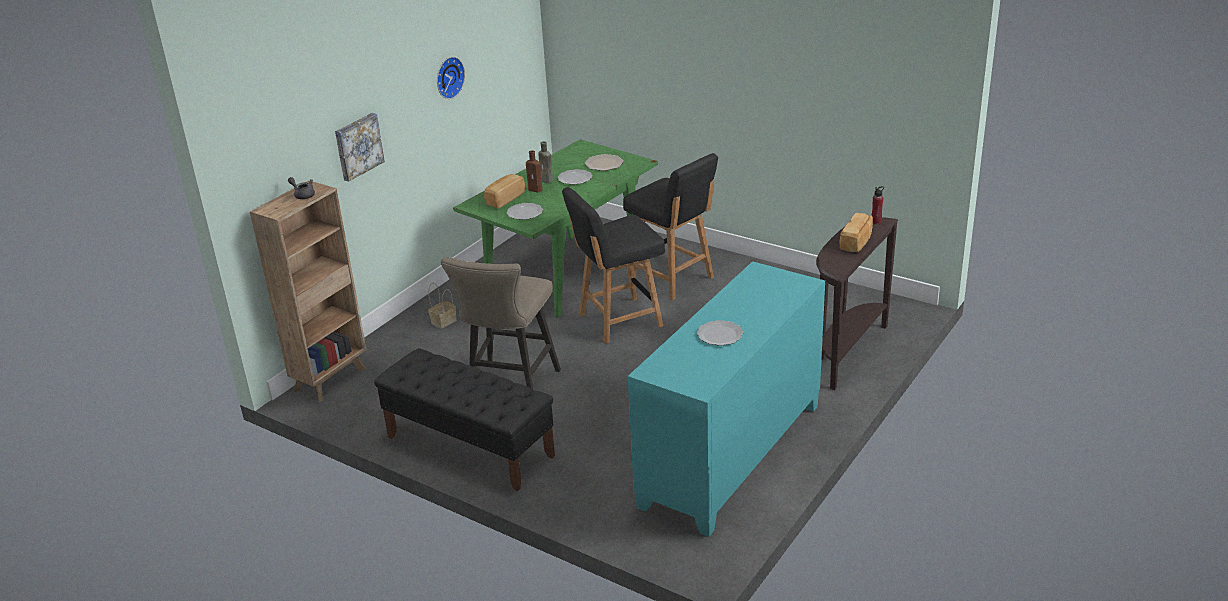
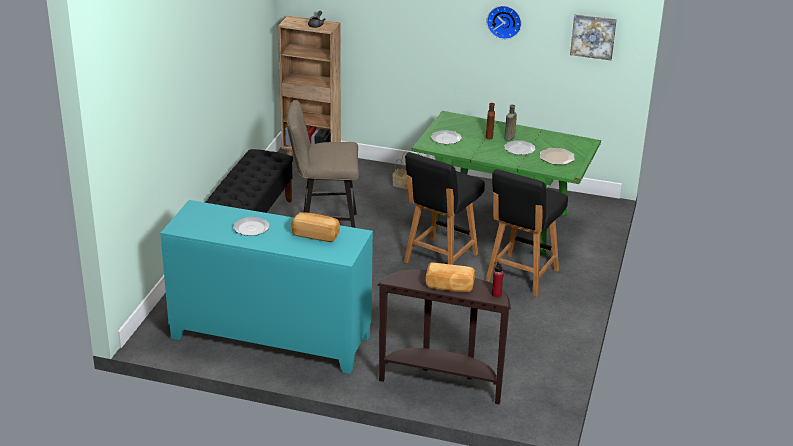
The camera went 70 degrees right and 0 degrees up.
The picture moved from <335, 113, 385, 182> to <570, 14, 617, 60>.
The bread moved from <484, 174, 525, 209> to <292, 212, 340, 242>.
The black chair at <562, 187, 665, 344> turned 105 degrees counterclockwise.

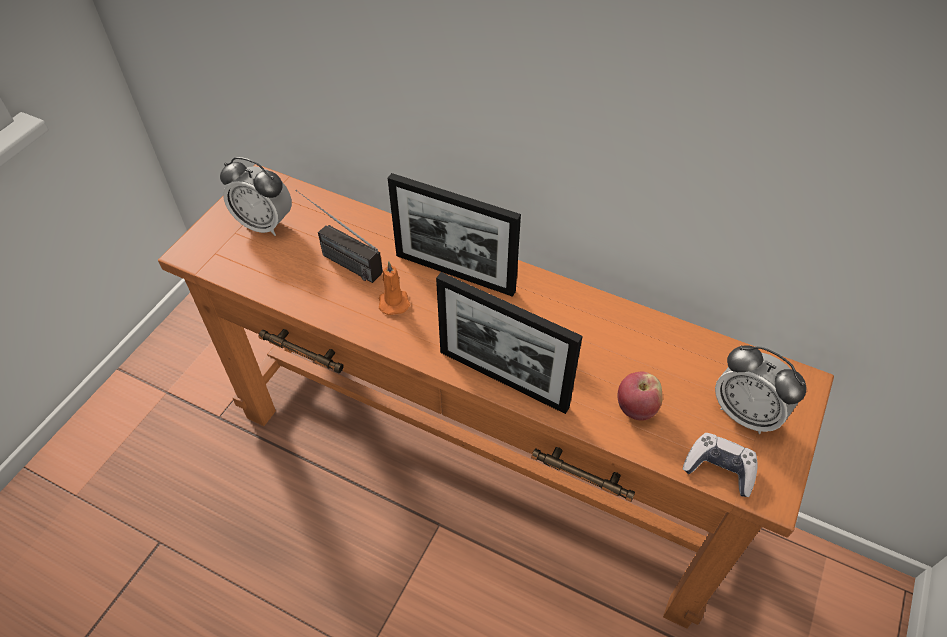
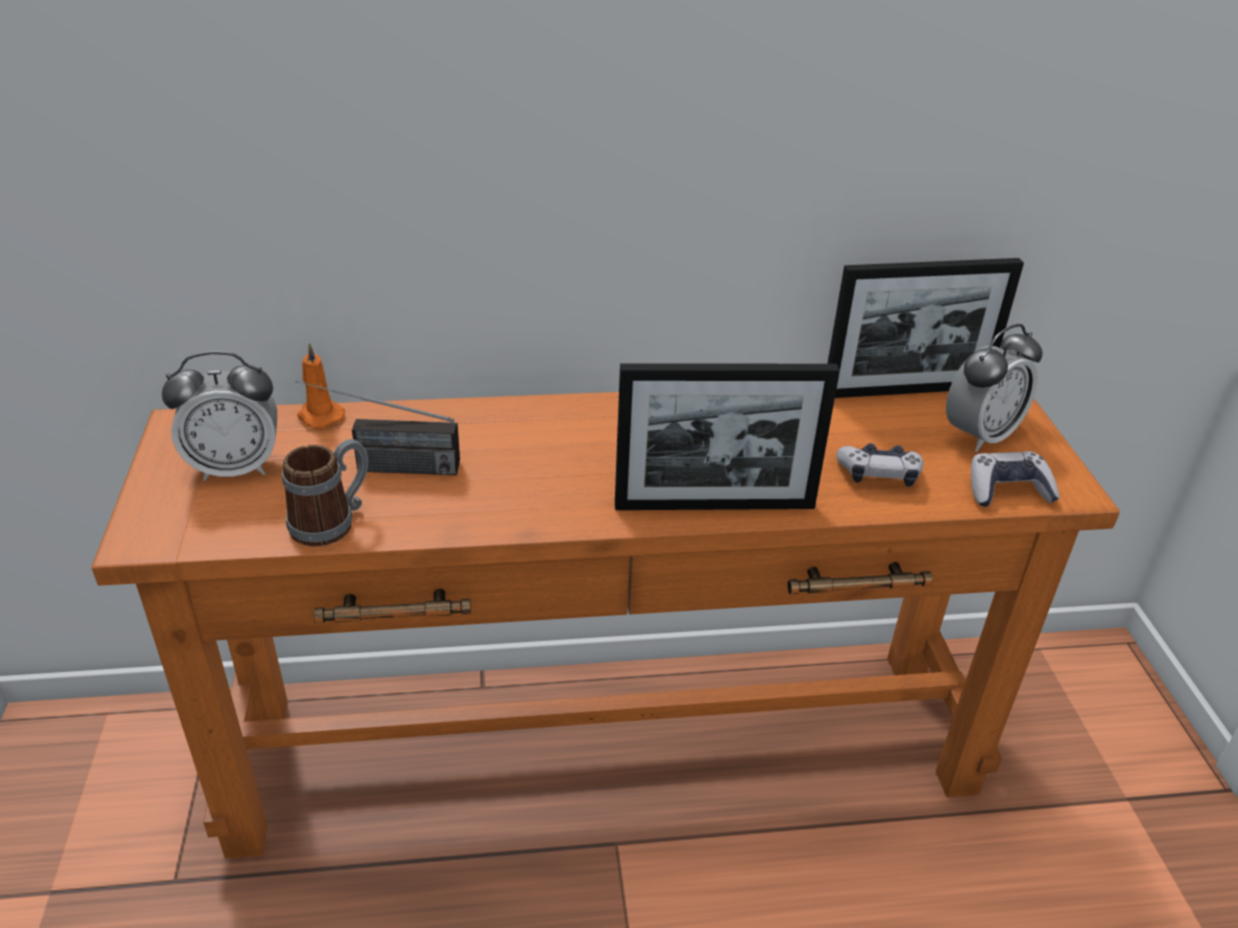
The camera went 35 degrees left and 15 degrees down.
The picture frame moved from <388, 173, 521, 297> to <827, 258, 1024, 398>.
The orange candle moved from <379, 261, 410, 315> to <297, 343, 345, 428>.
The alarm clock at <715, 345, 806, 434> turned 45 degrees counterclockwise.
The apple at <618, 371, 663, 421> was replaced by the game controller at <837, 443, 923, 487>.
The mug at <282, 439, 368, 547> appeared.

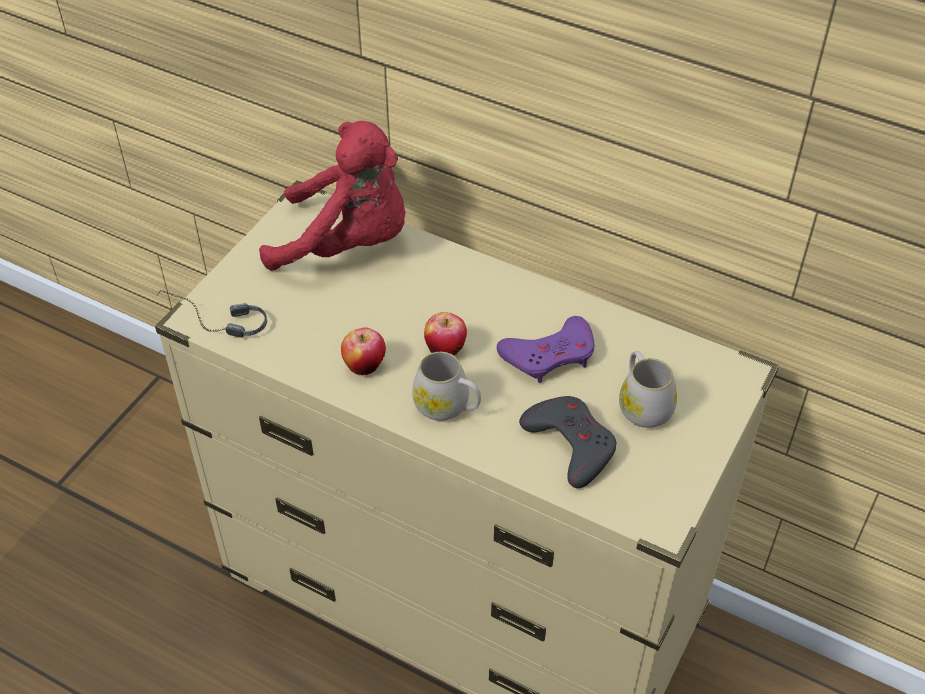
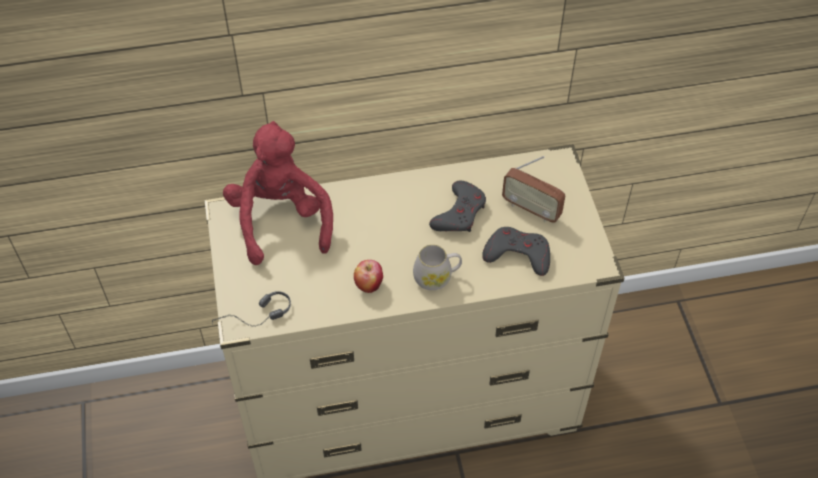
The camera went 40 degrees left and 5 degrees up.
The red plush toy at <259, 121, 406, 271> turned 75 degrees counterclockwise.
The apple at <424, 312, 467, 355> disappeared.
The purple game controller at <497, 316, 594, 383> became the grey game controller at <429, 181, 486, 232>.
The white mug at <619, 351, 677, 428> was replaced by the radio at <502, 156, 565, 223>.

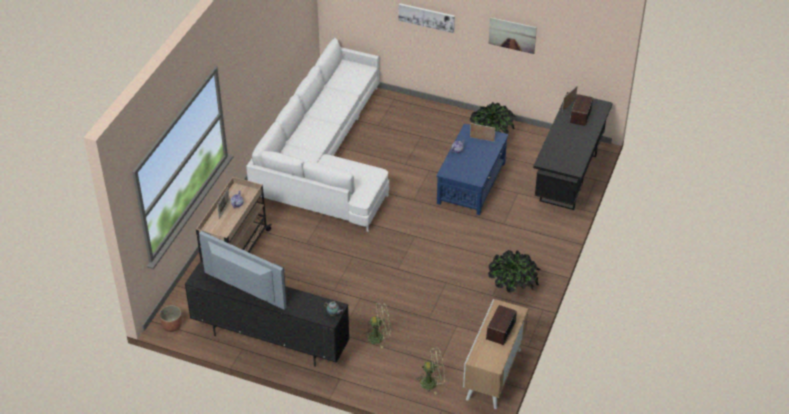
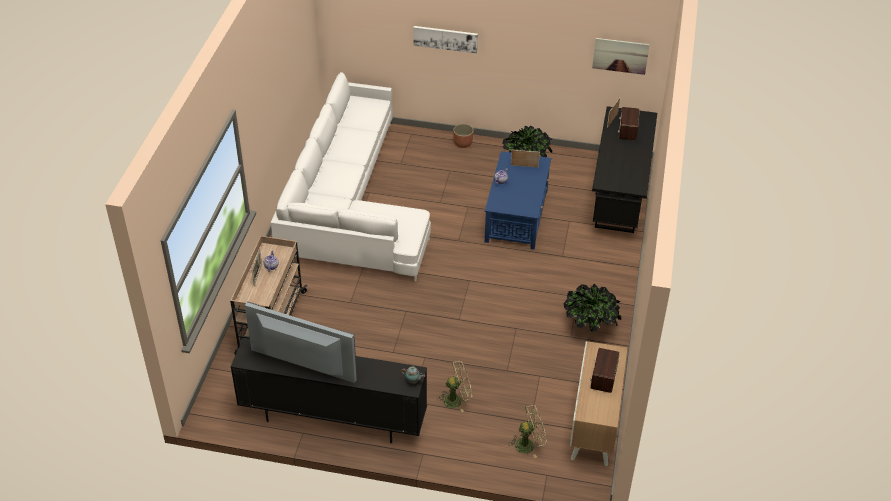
The camera went 10 degrees left and 0 degrees up.
The picture moved from <488, 17, 537, 54> to <592, 38, 650, 75>.
The planter moved from <159, 305, 182, 332> to <453, 124, 474, 148>.

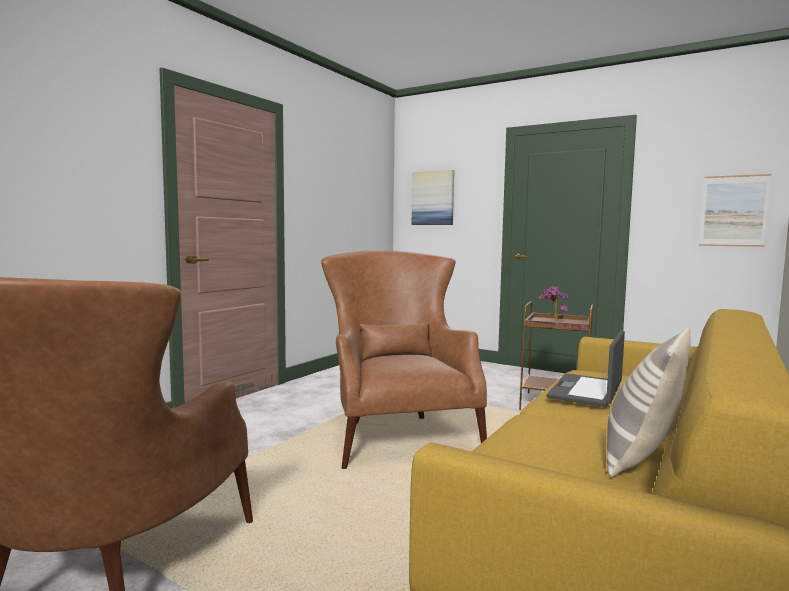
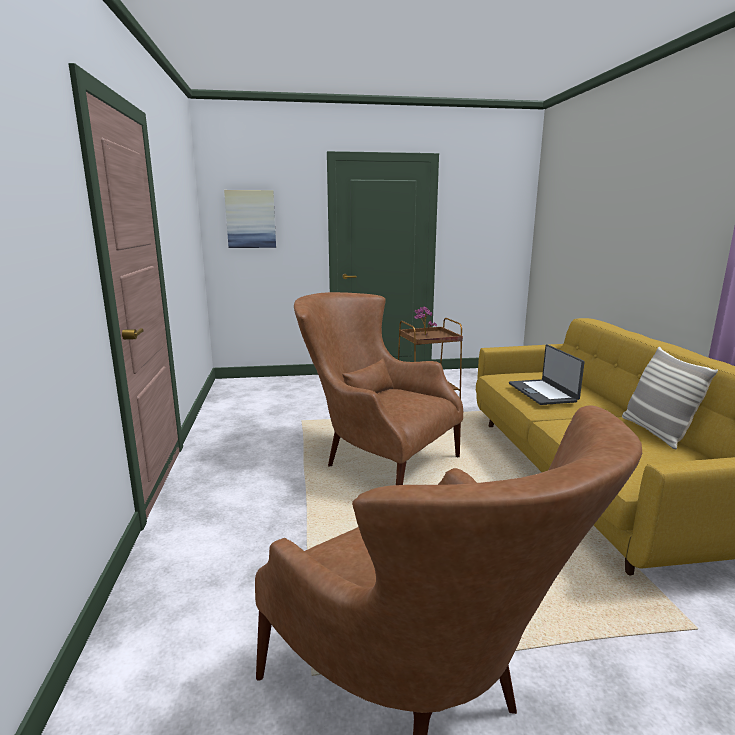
The camera went 40 degrees left and 10 degrees up.
The picture at <699, 174, 771, 247> disappeared.

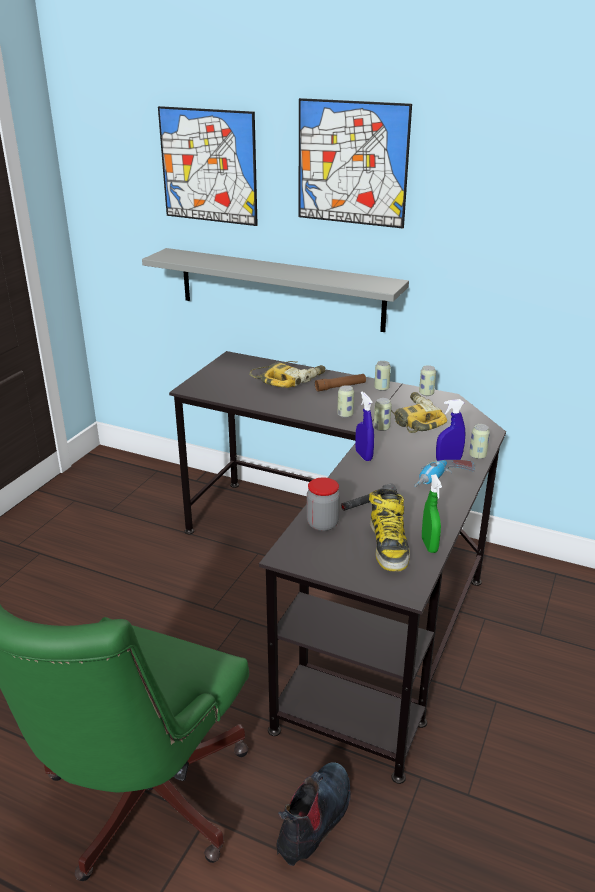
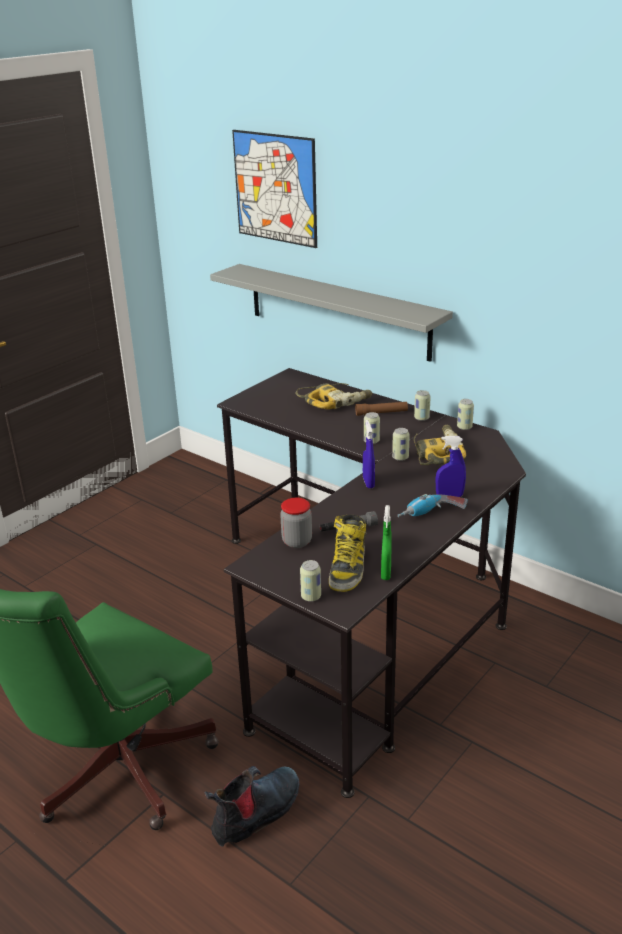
The camera went 15 degrees right and 0 degrees up.
The picture at <299, 98, 412, 228> disappeared.
The can moved from <469, 424, 490, 459> to <300, 560, 321, 602>.

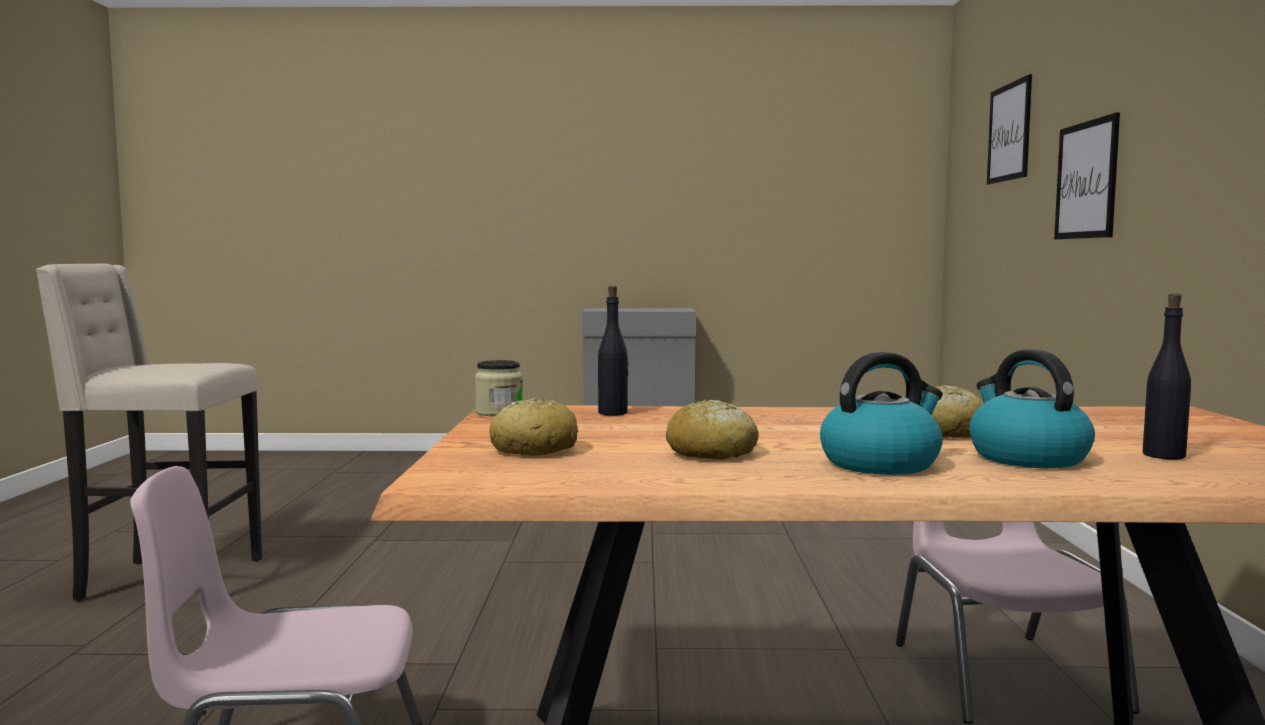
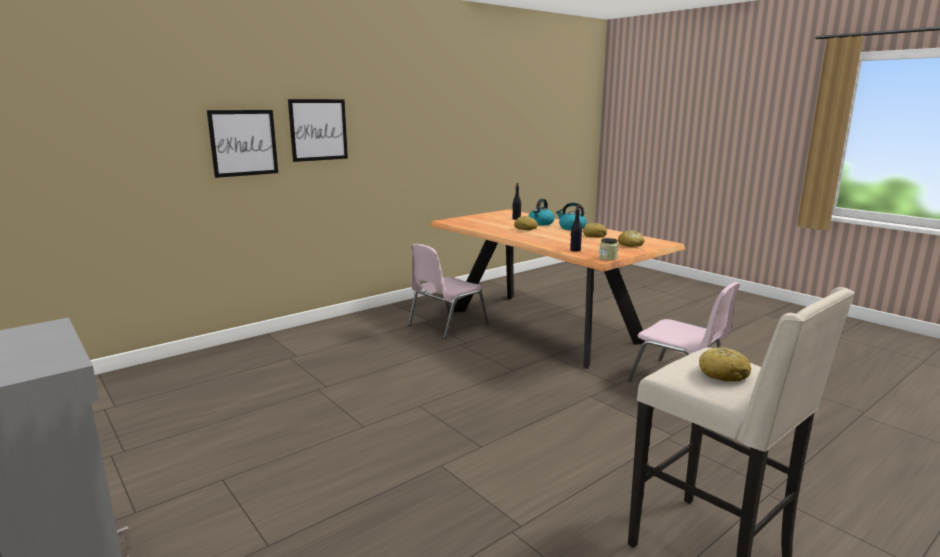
The camera went 130 degrees left and 10 degrees up.
The picture moved from <987, 74, 1032, 185> to <288, 99, 348, 162>.
The bread at <699, 346, 751, 382> appeared.

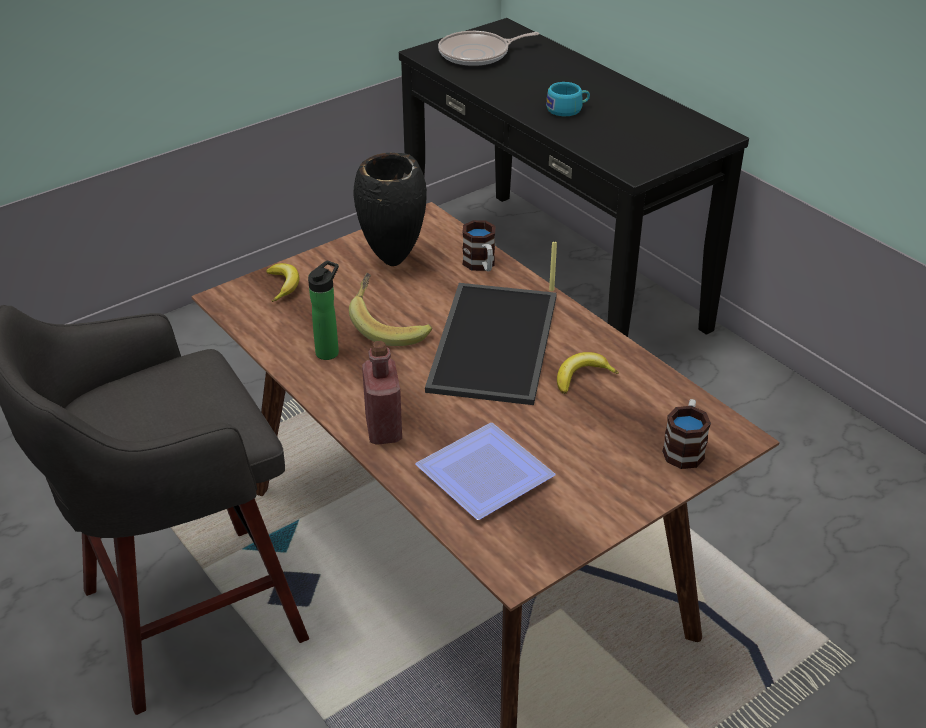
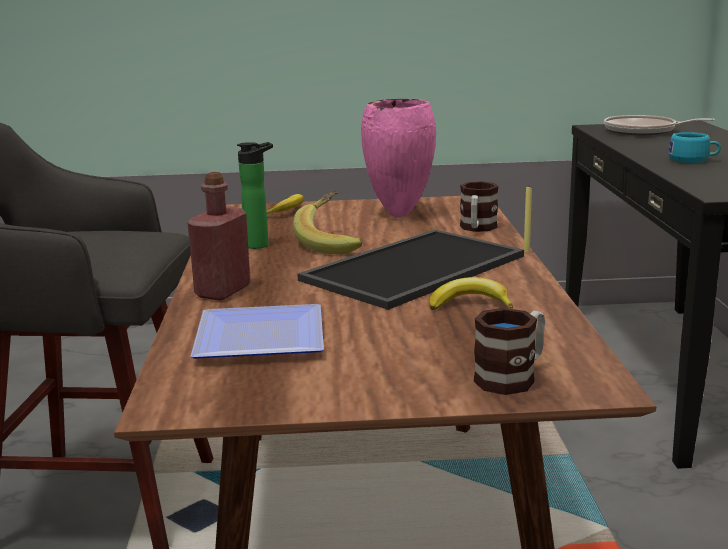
The camera went 35 degrees right and 20 degrees down.
The black vase at <354, 153, 427, 266> became the pink vase at <361, 99, 436, 217>.

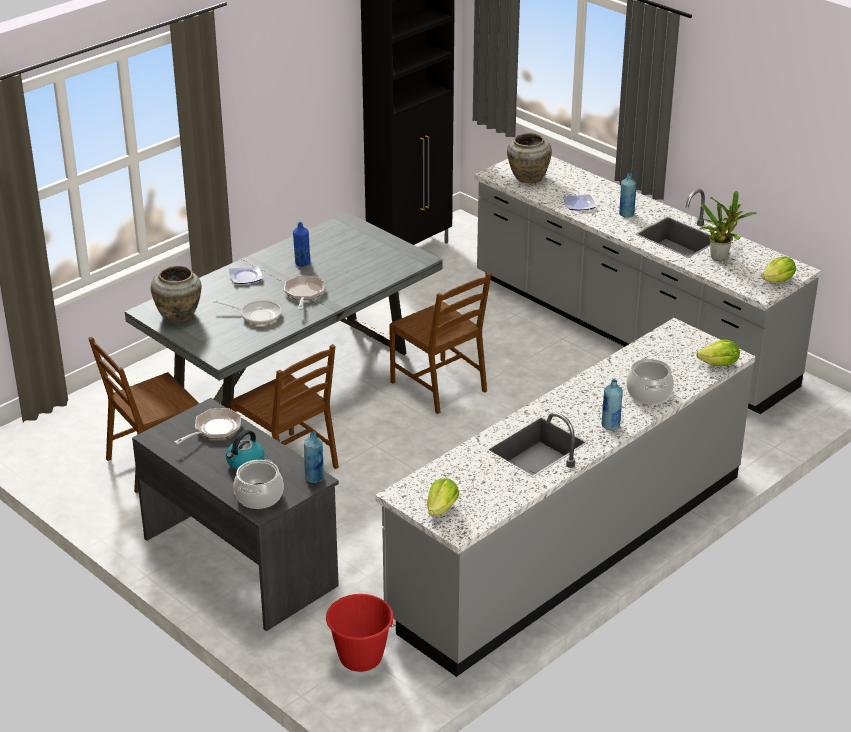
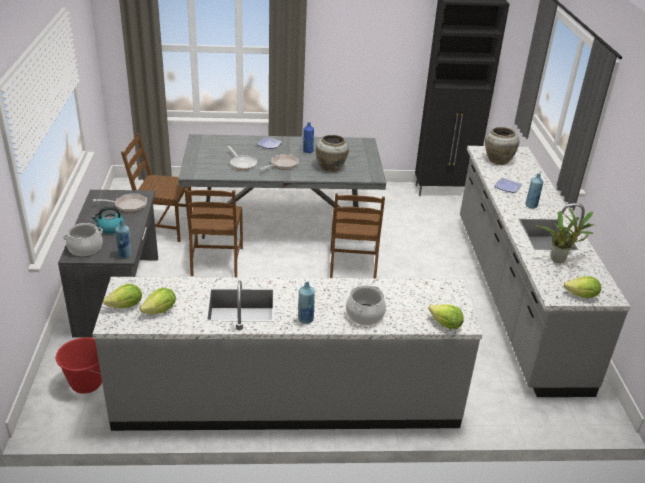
The camera went 40 degrees right and 0 degrees up.
The beige vase moved from <151, 266, 201, 322> to <316, 135, 349, 172>.
The lettuce at <140, 288, 176, 314> appeared.

